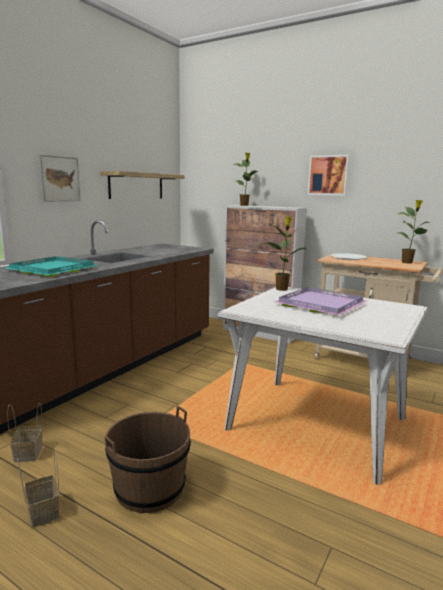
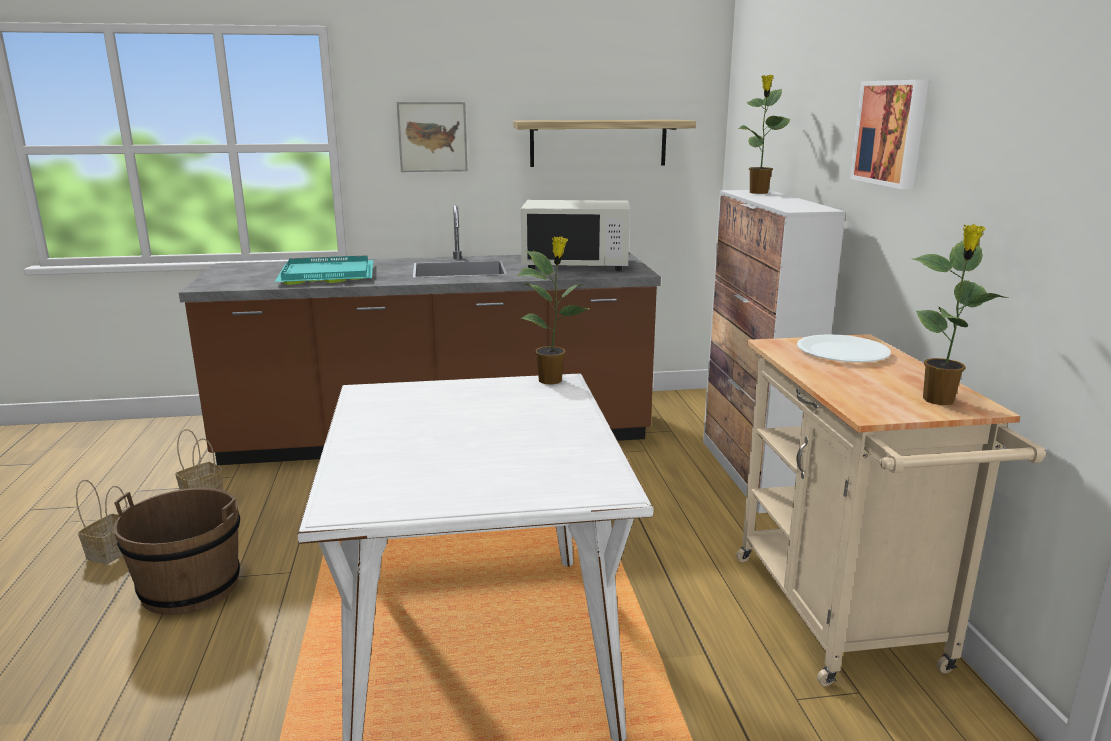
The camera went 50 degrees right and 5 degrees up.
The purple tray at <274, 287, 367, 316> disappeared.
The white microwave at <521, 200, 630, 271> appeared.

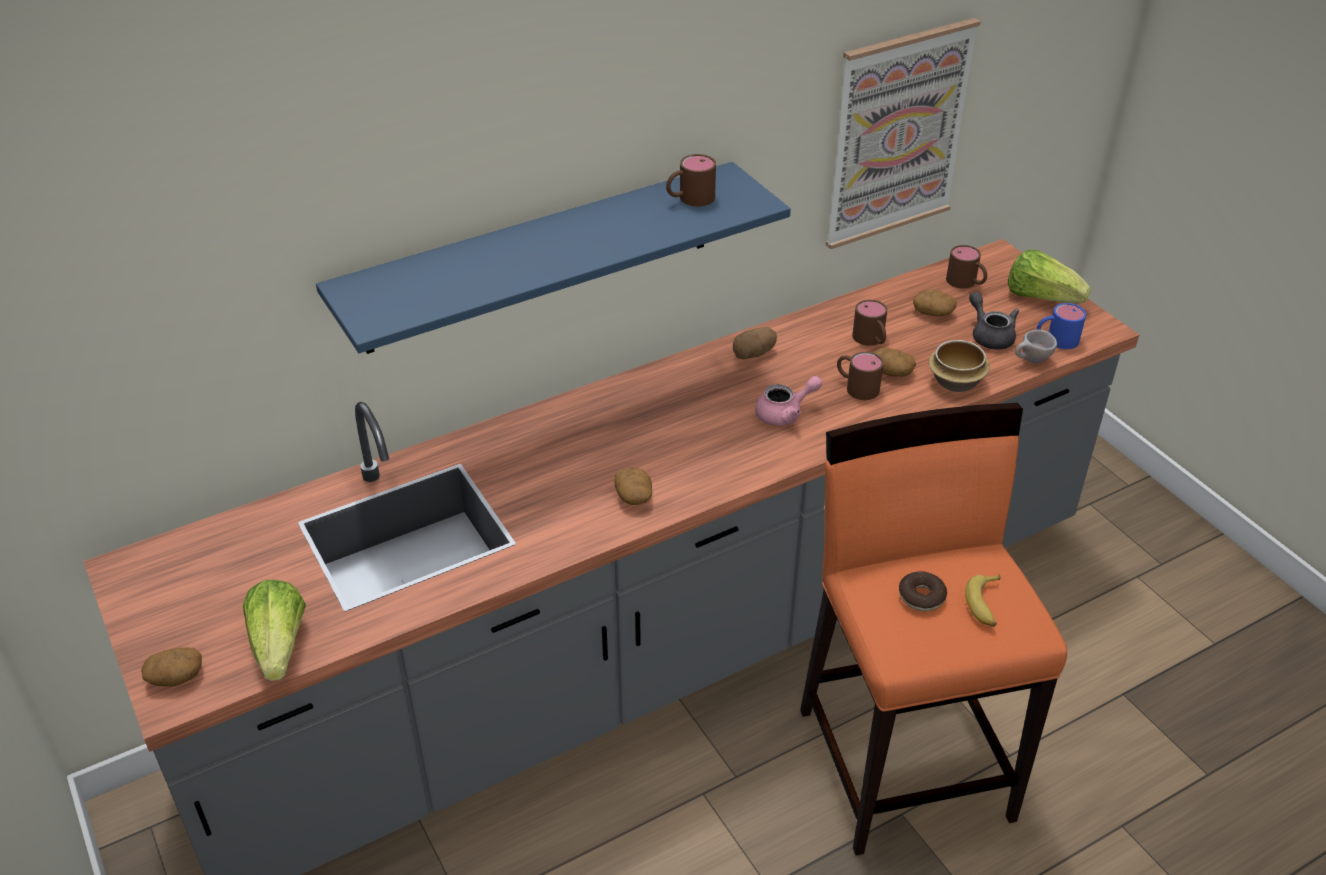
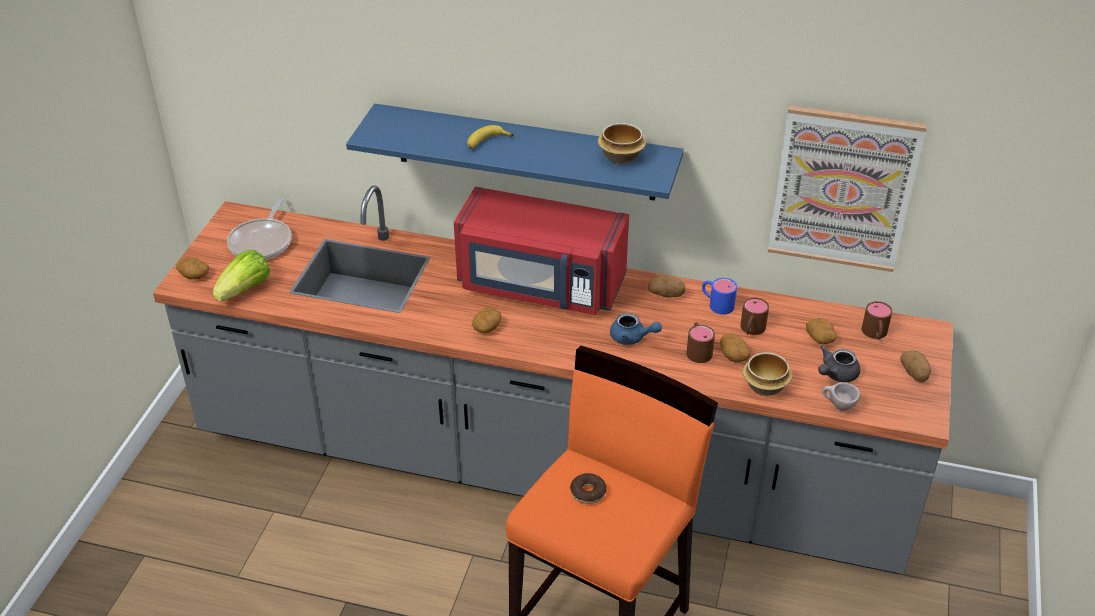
The camera went 45 degrees right and 0 degrees up.
The brown mug at <666, 154, 716, 207> was replaced by the bowl at <598, 123, 646, 164>.
The lettuce at <1008, 250, 1091, 303> was replaced by the potato at <900, 351, 931, 382>.
The grey teapot at <969, 292, 1019, 350> turned 150 degrees counterclockwise.
The blue mug moved from <1037, 303, 1086, 349> to <702, 278, 737, 315>.
The pink teapot at <755, 376, 823, 426> became the blue teapot at <610, 313, 662, 345>.
The banana moved from <965, 574, 1001, 627> to <467, 125, 514, 149>.
The red microwave at <454, 187, 629, 315> appeared.
The frying pan at <227, 197, 292, 259> appeared.

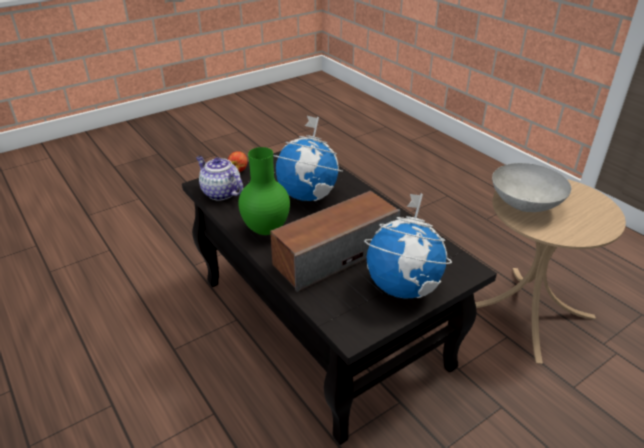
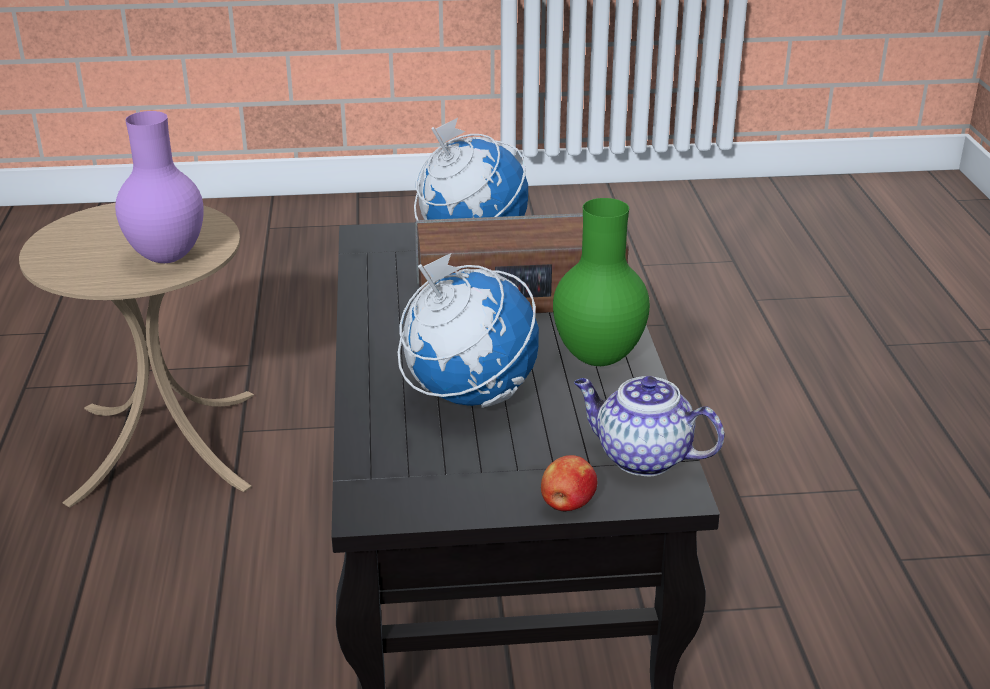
The camera went 150 degrees left and 5 degrees down.
The teapot at <196, 156, 243, 201> turned 135 degrees clockwise.
The grey bowl at <492, 163, 571, 212> was replaced by the purple vase at <115, 111, 204, 263>.

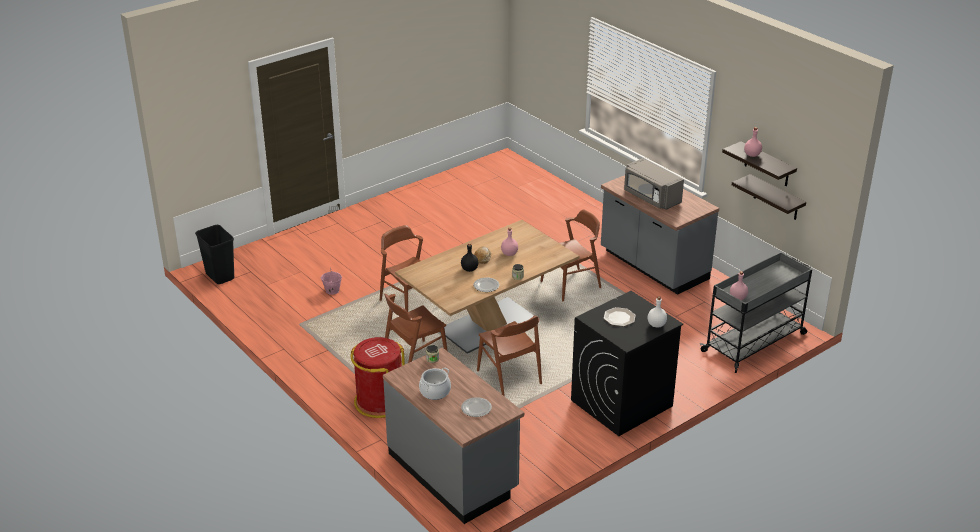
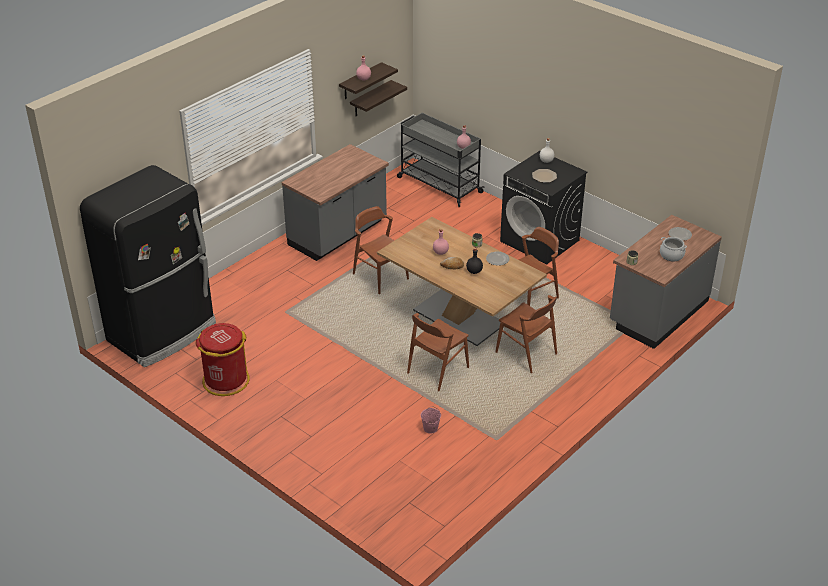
The camera went 100 degrees left and 5 degrees up.
The grey microwave at <624, 158, 684, 210> disappeared.
The black trash can at <195, 225, 234, 284> disappeared.
The red trash can moved from <350, 337, 405, 418> to <196, 323, 250, 396>.
The black fridge at <80, 165, 216, 367> appeared.

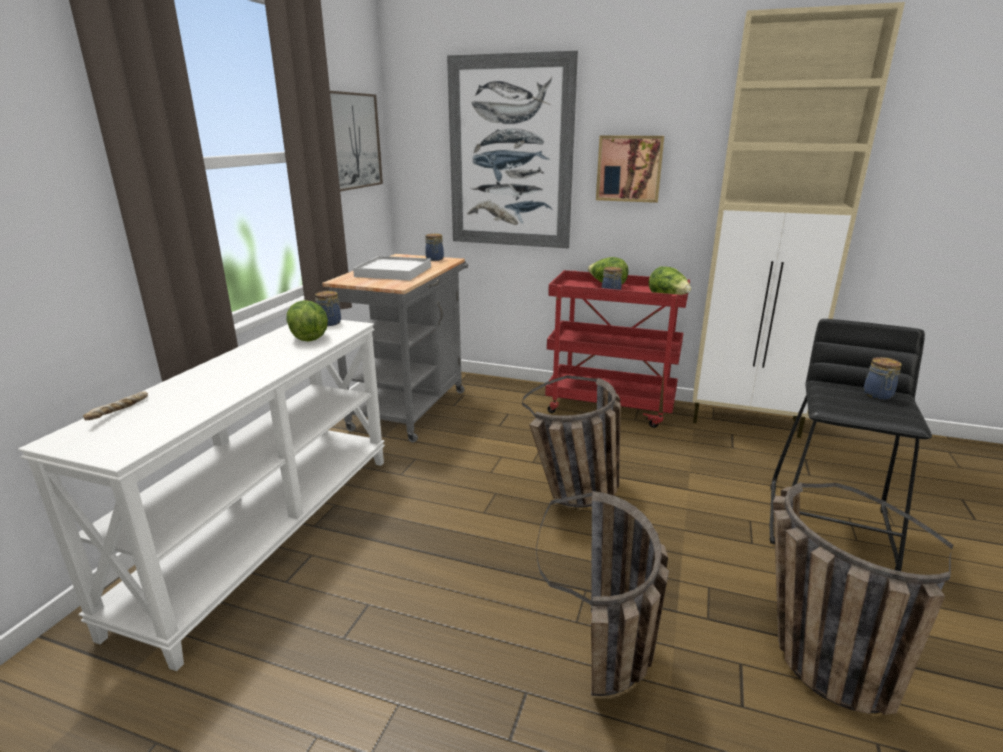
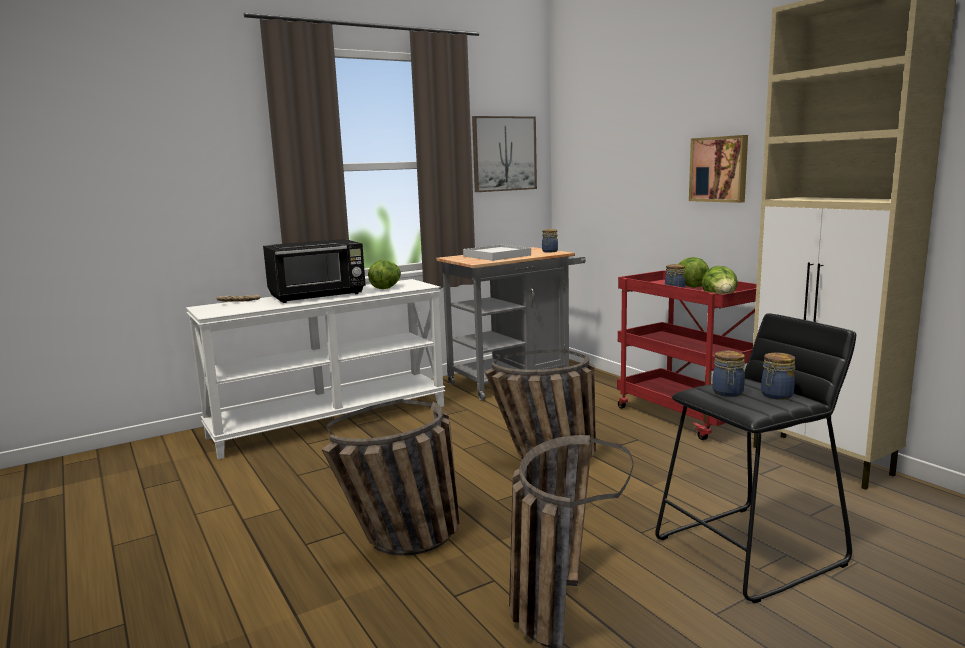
The camera went 40 degrees right and 10 degrees down.
The picture at <447, 50, 578, 249> disappeared.
The jar moved from <315, 291, 341, 326> to <712, 351, 745, 397>.
The black microwave at <263, 239, 365, 303> appeared.

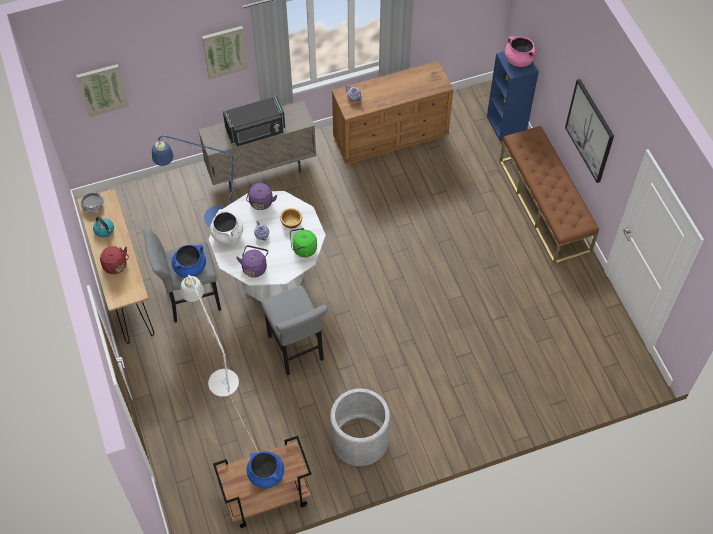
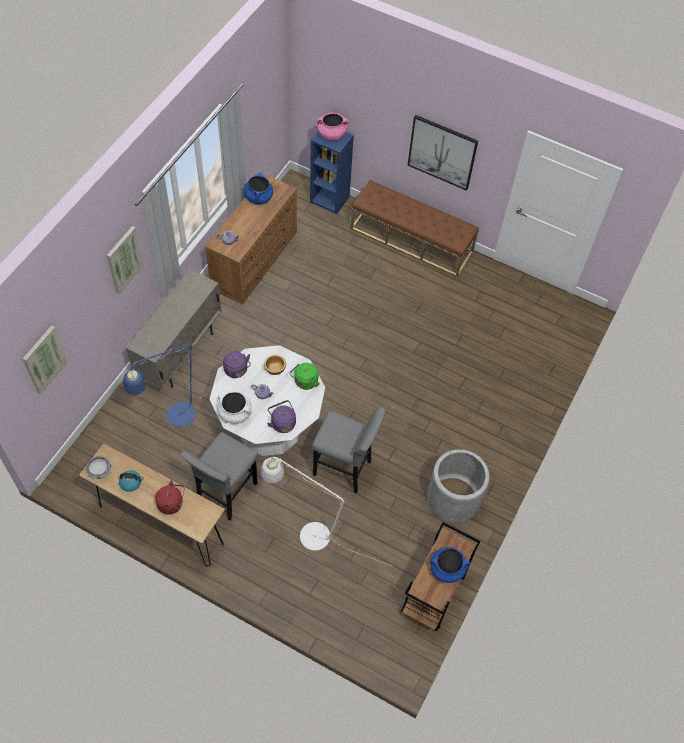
The camera went 45 degrees left and 0 degrees up.
The black microwave at <223, 96, 285, 146> disappeared.
The blue cooking pot moved from <172, 245, 206, 278> to <244, 172, 273, 205>.

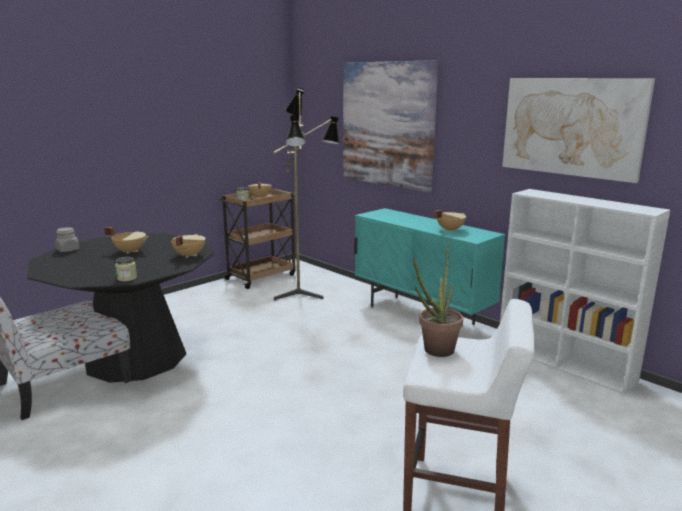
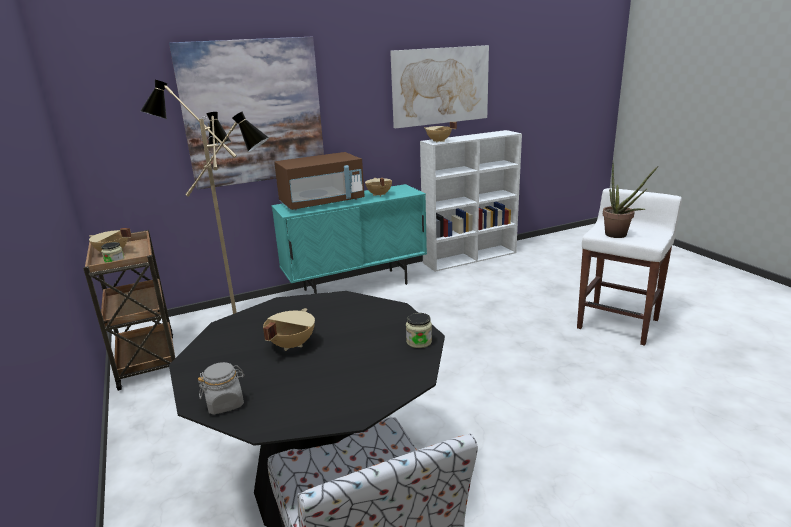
The camera went 70 degrees left and 5 degrees up.
The beige cooking pot moved from <171, 234, 206, 258> to <424, 122, 457, 143>.
The brown microwave at <274, 152, 365, 211> appeared.

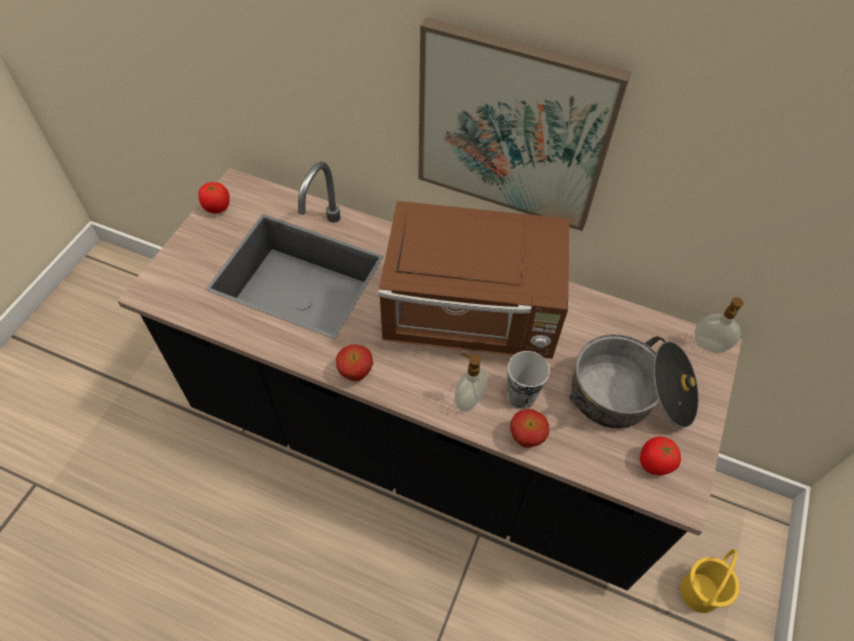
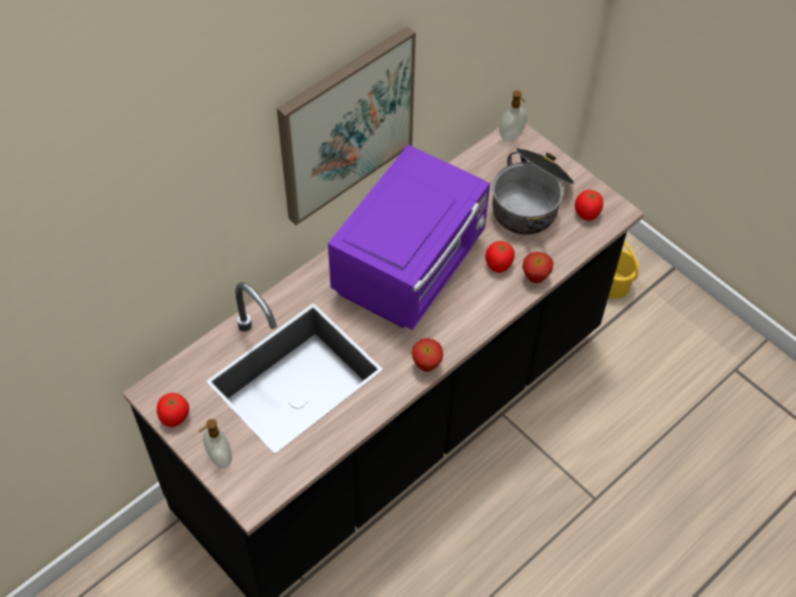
The camera went 65 degrees left and 0 degrees up.
The brown microwave at <378, 201, 569, 359> became the purple microwave at <328, 145, 490, 330>.
The cup at <507, 351, 550, 409> was replaced by the tomato at <485, 241, 515, 273>.
The soap dispenser moved from <454, 353, 488, 411> to <199, 419, 232, 469>.

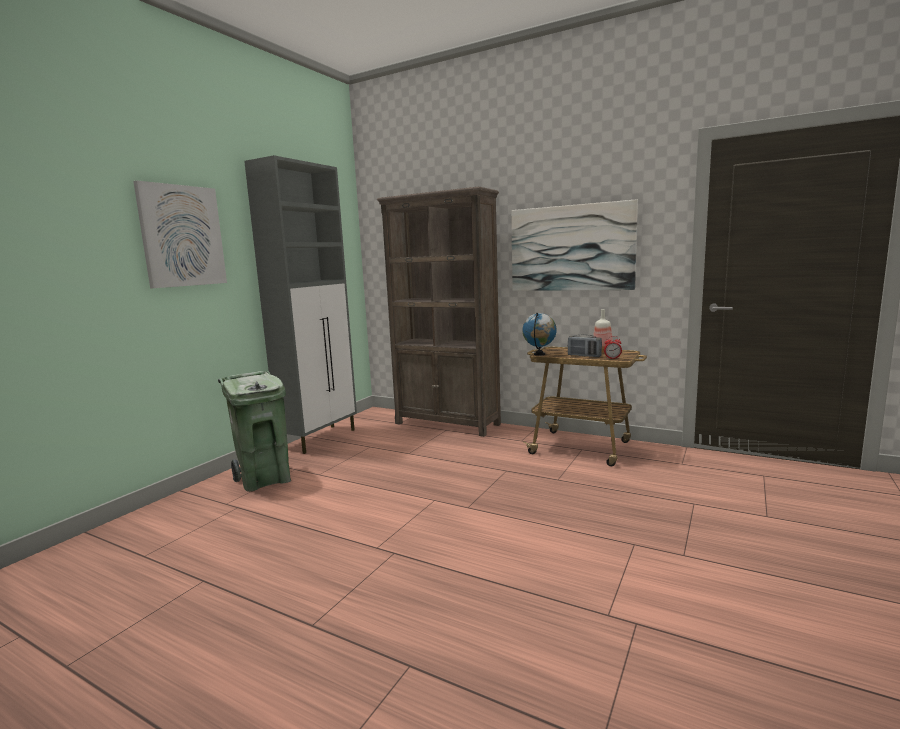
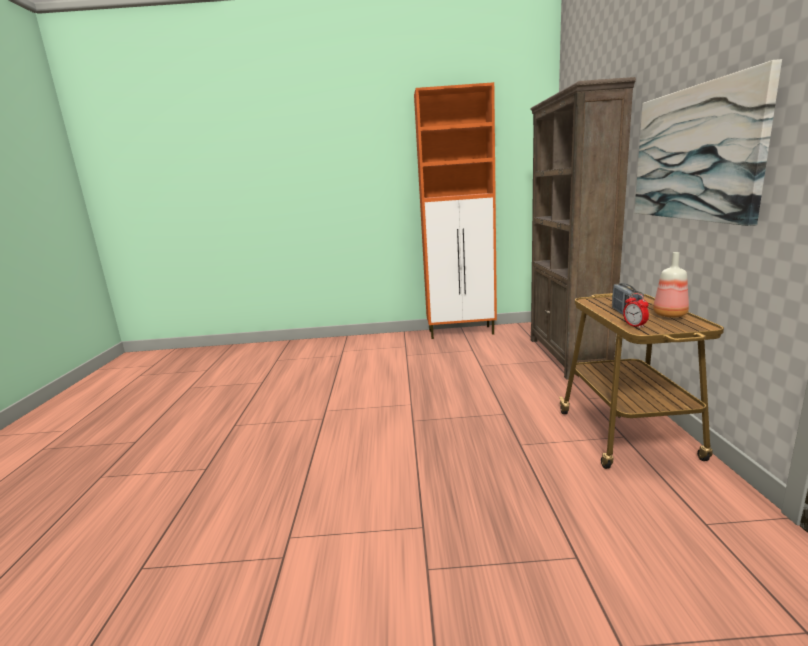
The camera went 60 degrees right and 5 degrees up.
The grey cabinet at <244, 155, 357, 454> became the orange cabinet at <414, 82, 497, 339>.
The picture at <133, 181, 227, 288> disappeared.
The globe at <523, 313, 557, 356> disappeared.
The green trash can at <218, 371, 291, 492> disappeared.

